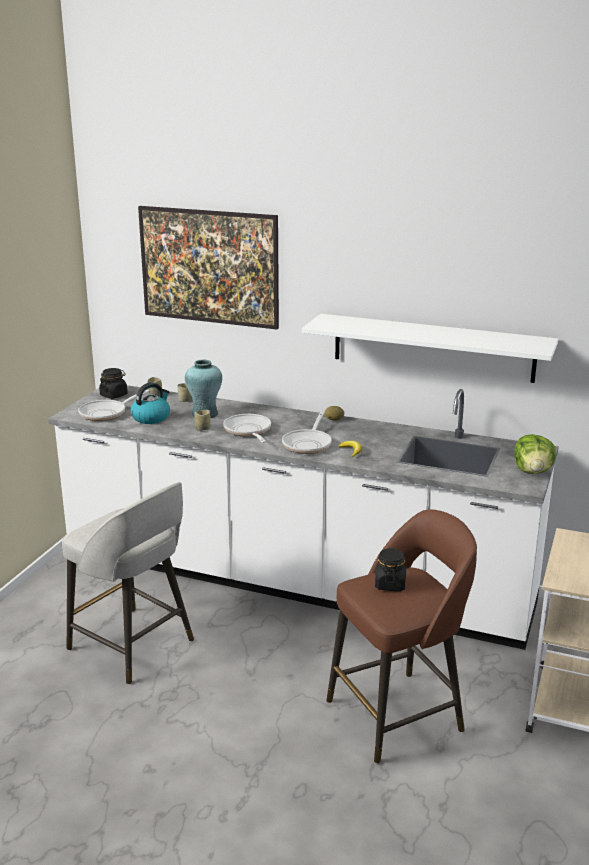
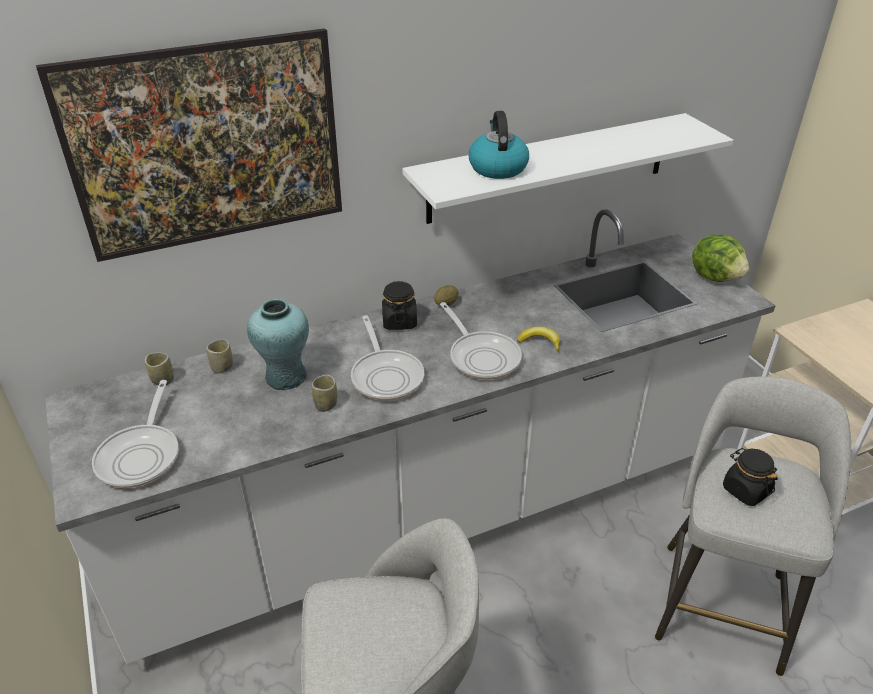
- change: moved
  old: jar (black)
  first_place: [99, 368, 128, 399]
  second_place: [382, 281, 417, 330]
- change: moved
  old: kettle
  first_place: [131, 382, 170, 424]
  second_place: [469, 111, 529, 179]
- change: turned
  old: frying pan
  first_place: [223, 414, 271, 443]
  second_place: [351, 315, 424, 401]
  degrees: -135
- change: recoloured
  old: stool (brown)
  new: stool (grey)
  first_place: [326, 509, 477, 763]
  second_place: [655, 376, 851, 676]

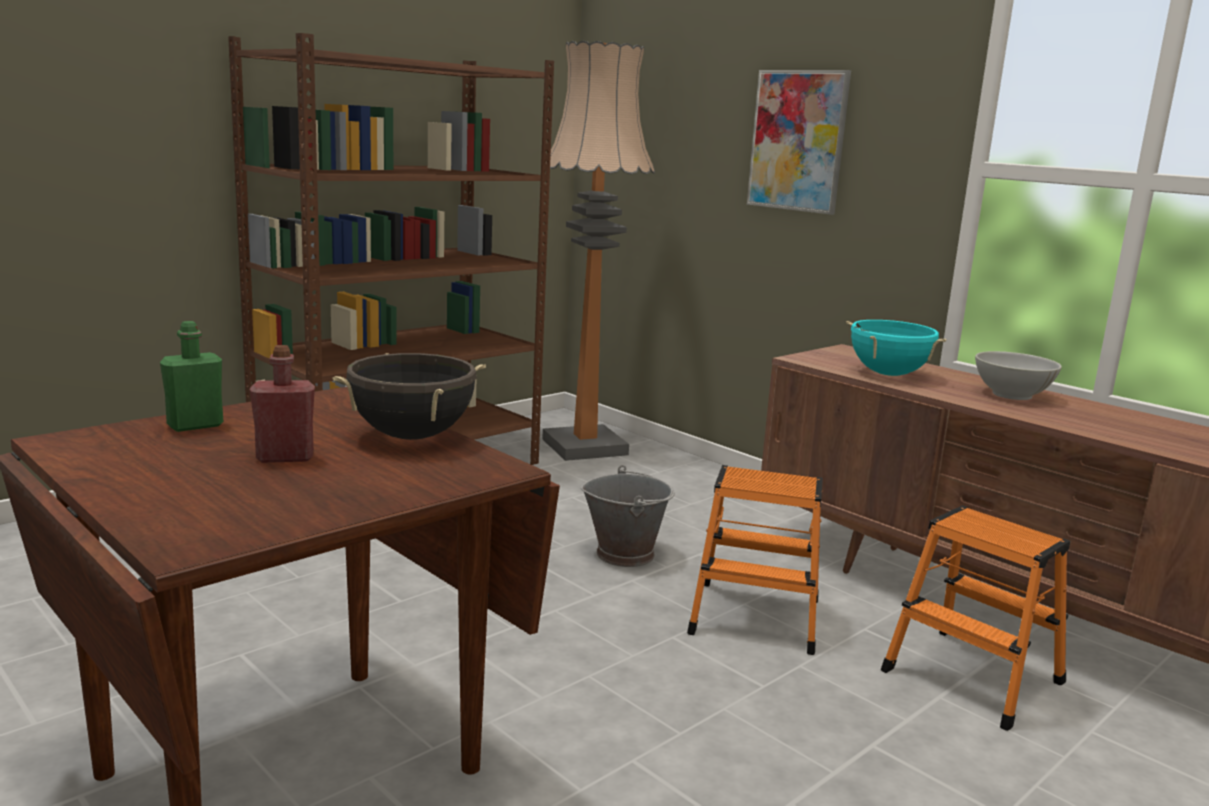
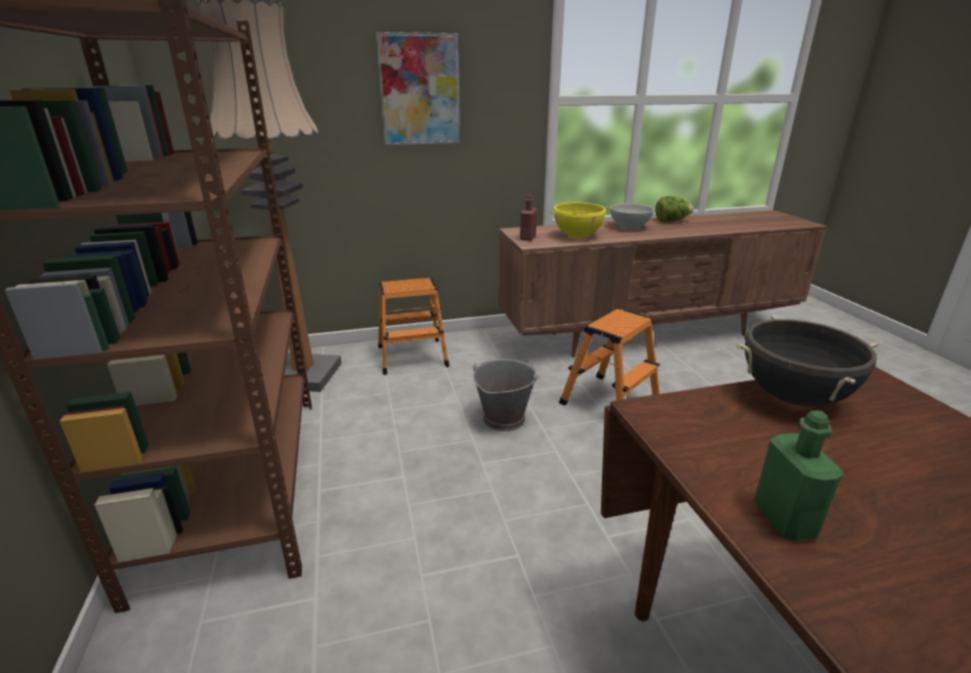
- change: moved
  old: bottle (red)
  first_place: [250, 345, 315, 463]
  second_place: [520, 194, 537, 241]
- change: recoloured
  old: cooking pot (turquoise)
  new: cooking pot (yellow)
  first_place: [846, 320, 946, 376]
  second_place: [551, 203, 608, 238]
- change: moved
  old: step ladder (orange)
  first_place: [881, 505, 1070, 731]
  second_place: [378, 277, 449, 375]
- change: added
  new: lettuce
  second_place: [655, 196, 694, 222]

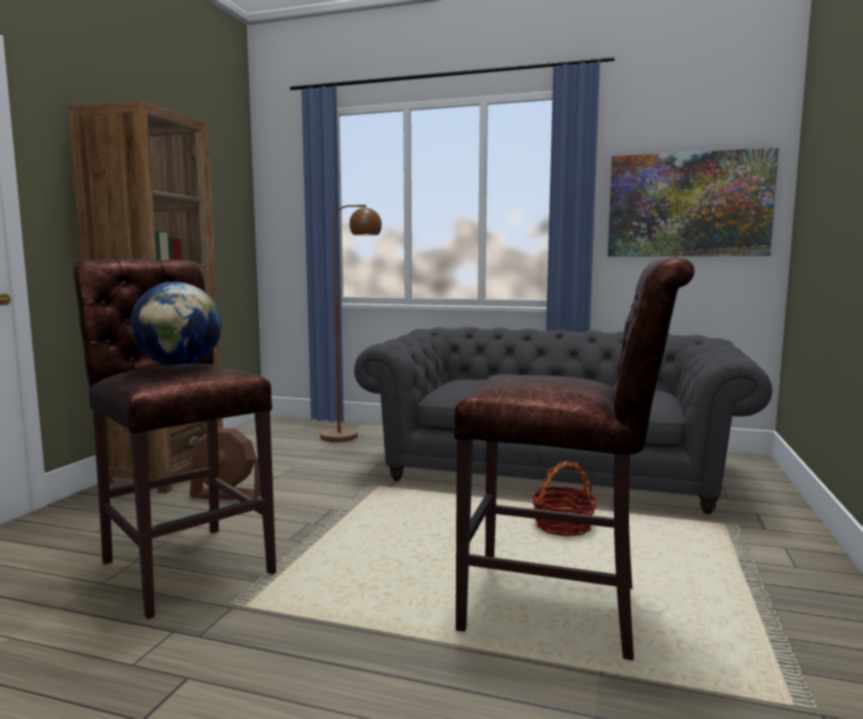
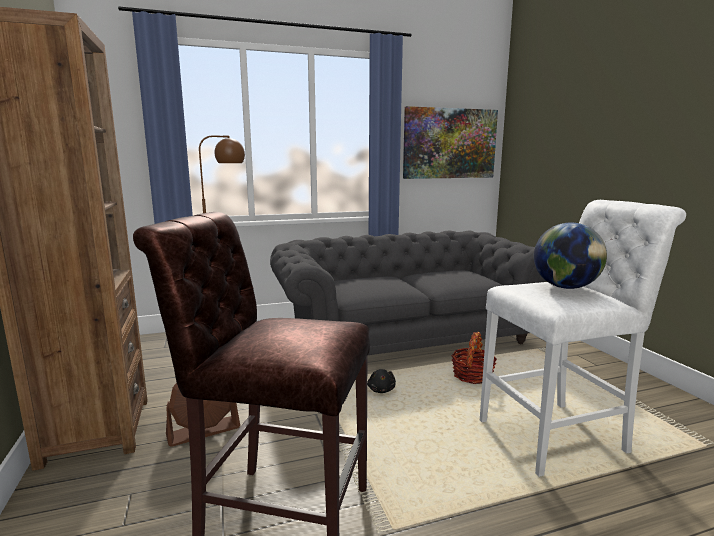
- change: moved
  old: globe
  first_place: [130, 282, 222, 367]
  second_place: [534, 223, 607, 289]
- change: recoloured
  old: stool (brown)
  new: stool (white)
  first_place: [454, 257, 695, 661]
  second_place: [480, 200, 686, 477]
- change: added
  new: plush toy (black)
  second_place: [367, 369, 396, 393]

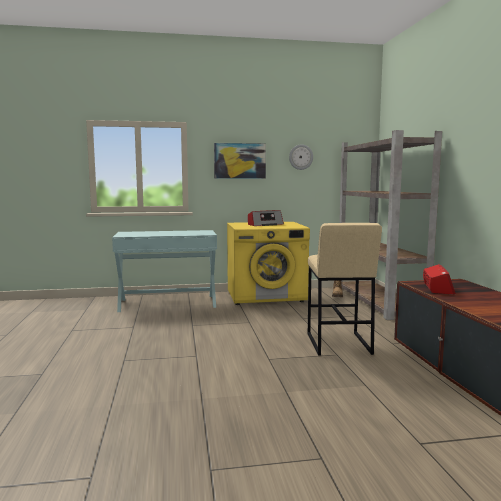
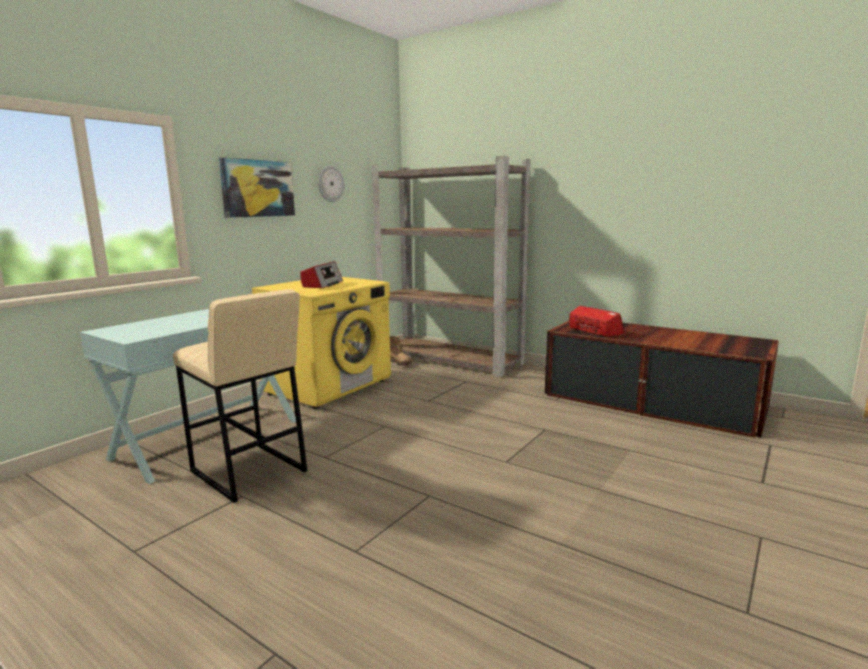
- change: moved
  old: stool (beige)
  first_place: [308, 223, 382, 356]
  second_place: [173, 289, 307, 503]

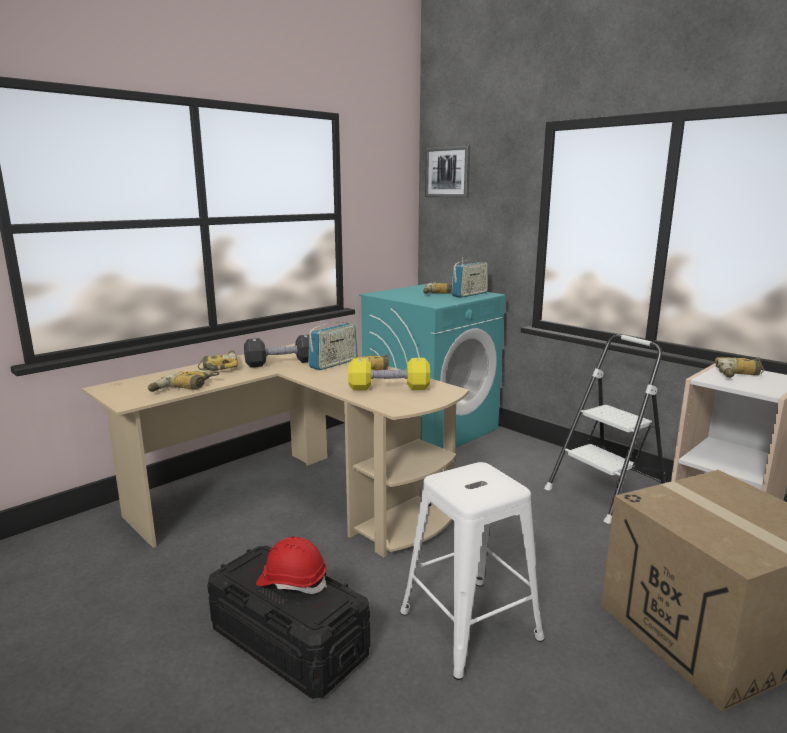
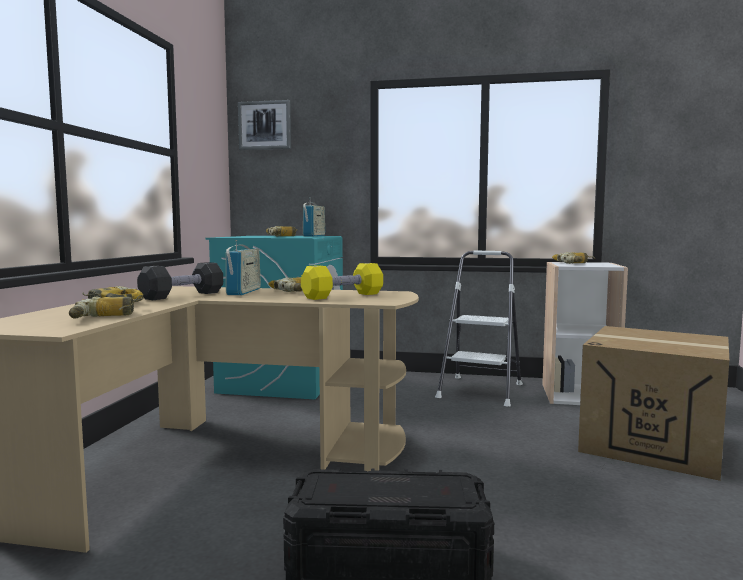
- change: removed
  old: hard hat (red)
  first_place: [256, 537, 327, 594]
- change: removed
  old: stool (white)
  first_place: [400, 462, 545, 680]

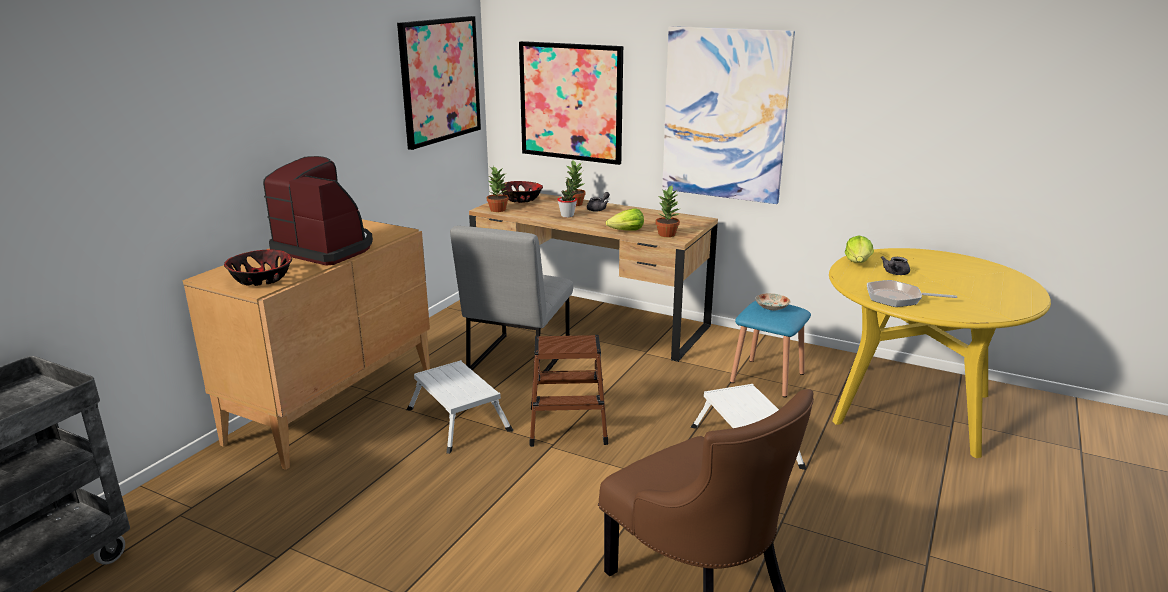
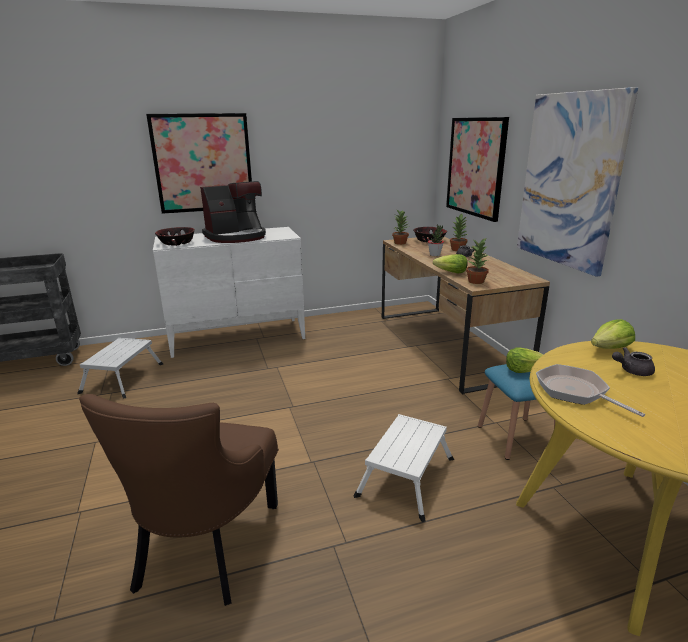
- change: recoloured
  old: cabinet (brown)
  new: cabinet (white)
  first_place: [183, 219, 430, 470]
  second_place: [153, 227, 305, 358]
- change: turned
  old: coffee machine
  first_place: [263, 156, 373, 266]
  second_place: [200, 181, 266, 243]
  degrees: 75
- change: moved
  old: picture
  first_place: [397, 16, 481, 150]
  second_place: [146, 113, 252, 214]
- change: moved
  old: step ladder (white)
  first_place: [407, 360, 513, 454]
  second_place: [77, 338, 164, 399]
- change: removed
  old: chair (grey)
  first_place: [450, 226, 573, 385]
- change: removed
  old: step ladder (brown)
  first_place: [529, 335, 608, 447]
- change: replaced
  old: plate
  new: lettuce
  first_place: [755, 293, 790, 310]
  second_place: [506, 347, 544, 373]

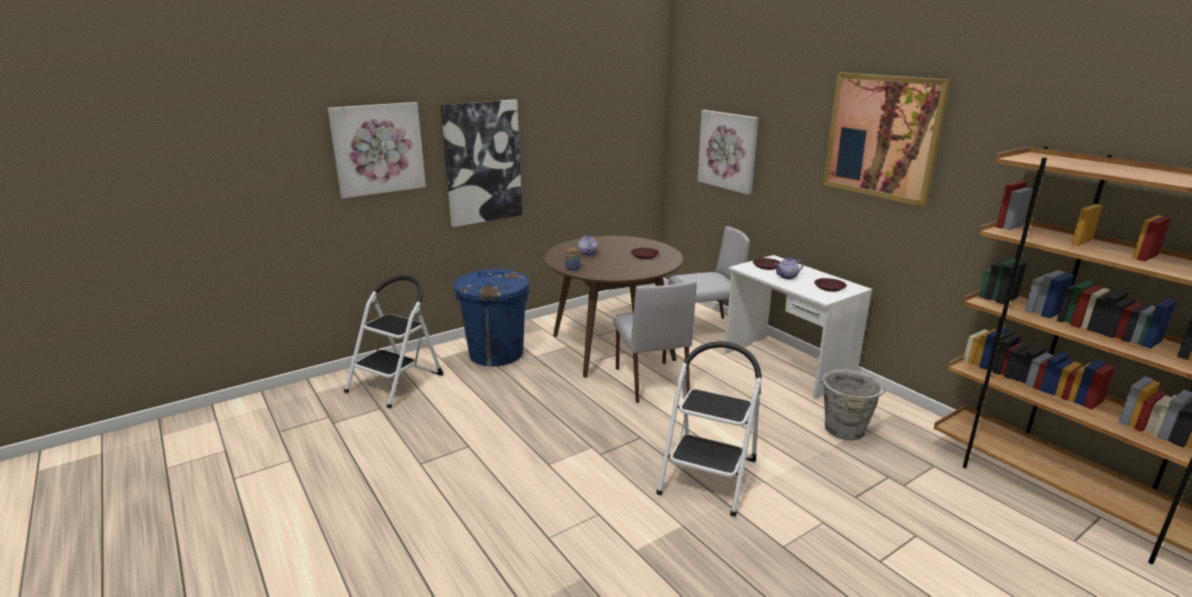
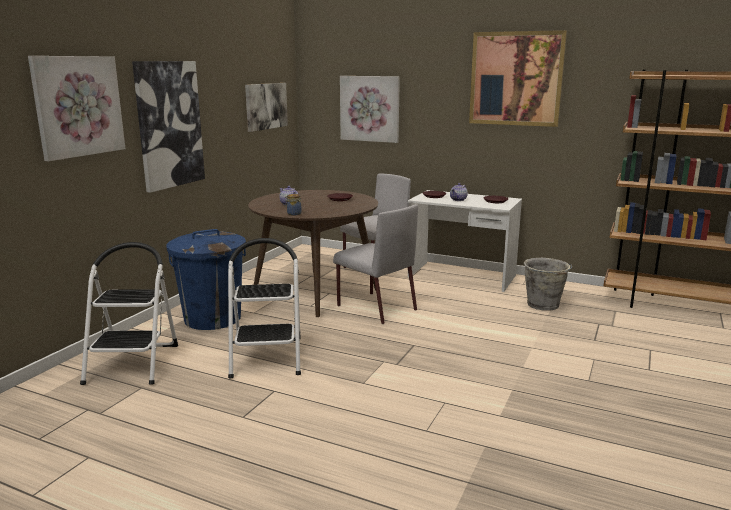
- change: moved
  old: step ladder
  first_place: [656, 341, 762, 516]
  second_place: [228, 238, 301, 378]
- change: added
  new: picture
  second_place: [245, 83, 288, 132]

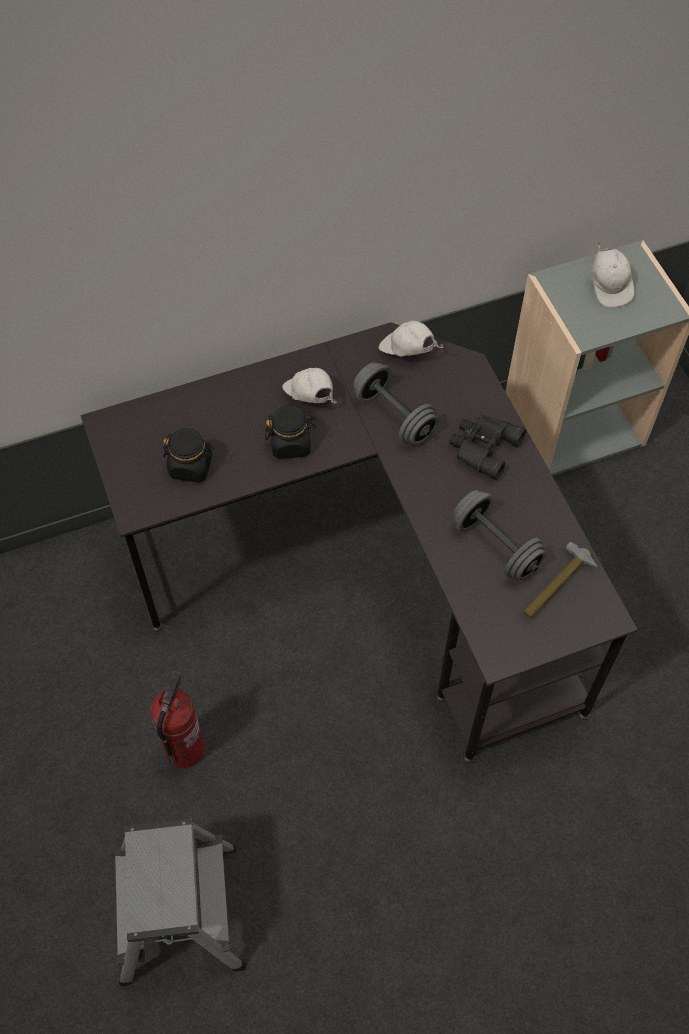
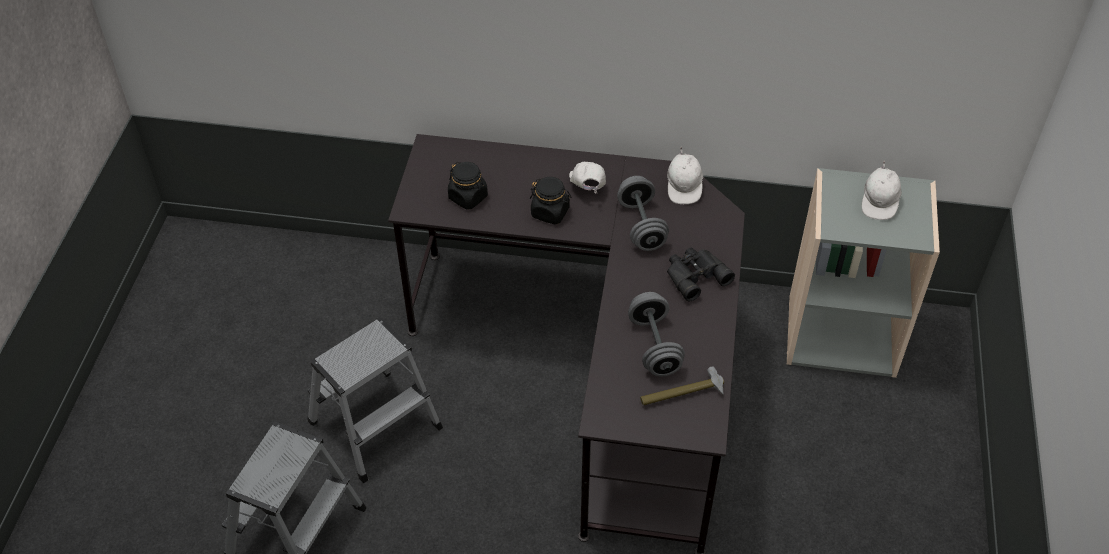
- change: replaced
  old: fire extinguisher
  new: step ladder (grey)
  first_place: [150, 671, 205, 768]
  second_place: [307, 316, 443, 483]
- change: turned
  old: cap (white)
  first_place: [379, 321, 444, 357]
  second_place: [667, 147, 703, 204]
  degrees: -150

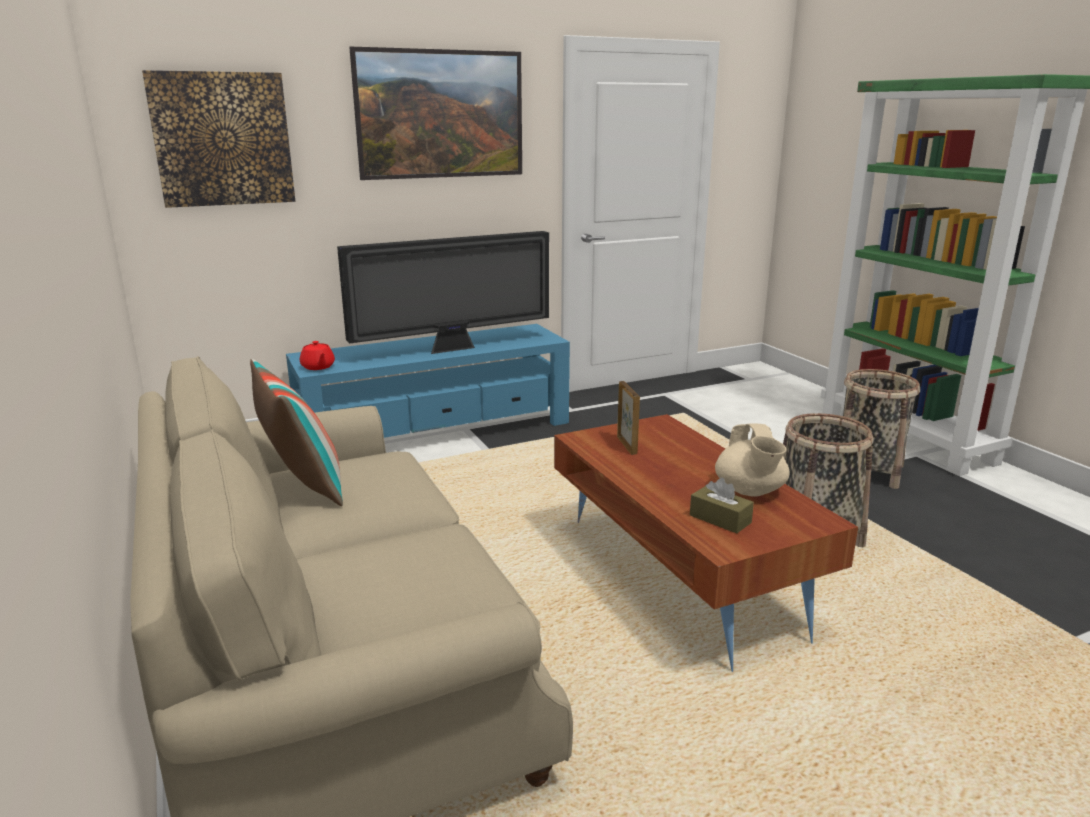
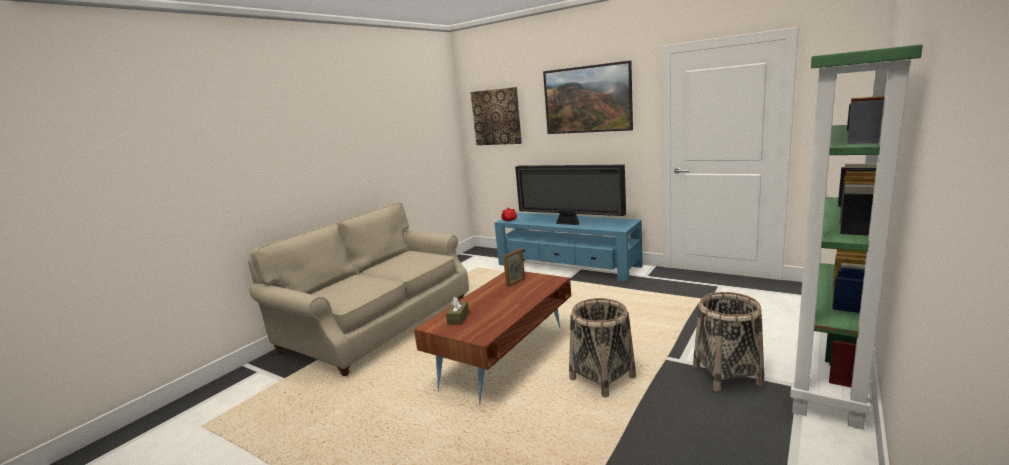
- change: removed
  old: pillow
  first_place: [250, 359, 343, 506]
- change: removed
  old: teapot (beige)
  first_place: [715, 424, 790, 497]

